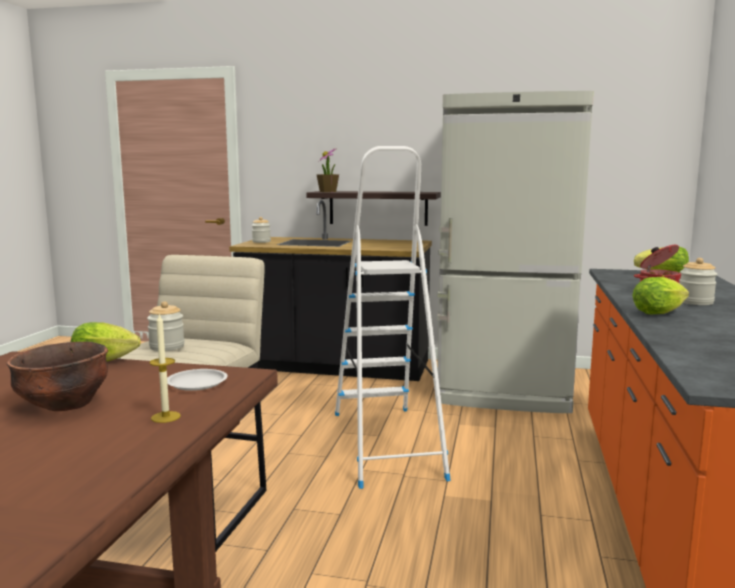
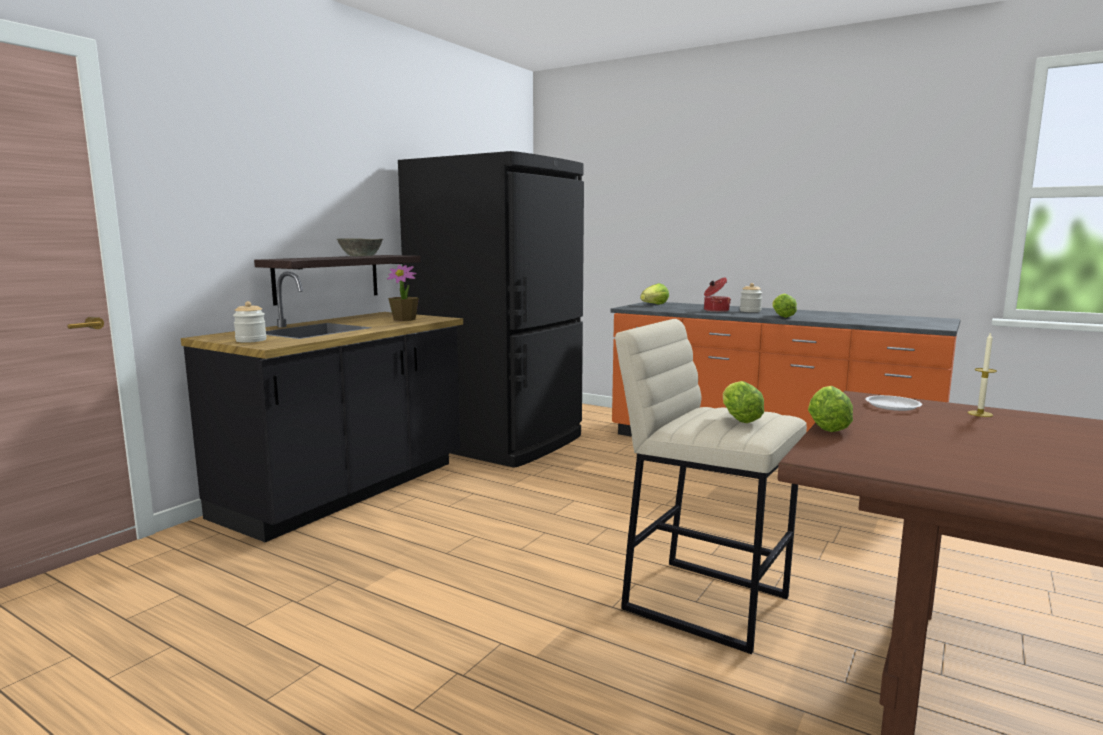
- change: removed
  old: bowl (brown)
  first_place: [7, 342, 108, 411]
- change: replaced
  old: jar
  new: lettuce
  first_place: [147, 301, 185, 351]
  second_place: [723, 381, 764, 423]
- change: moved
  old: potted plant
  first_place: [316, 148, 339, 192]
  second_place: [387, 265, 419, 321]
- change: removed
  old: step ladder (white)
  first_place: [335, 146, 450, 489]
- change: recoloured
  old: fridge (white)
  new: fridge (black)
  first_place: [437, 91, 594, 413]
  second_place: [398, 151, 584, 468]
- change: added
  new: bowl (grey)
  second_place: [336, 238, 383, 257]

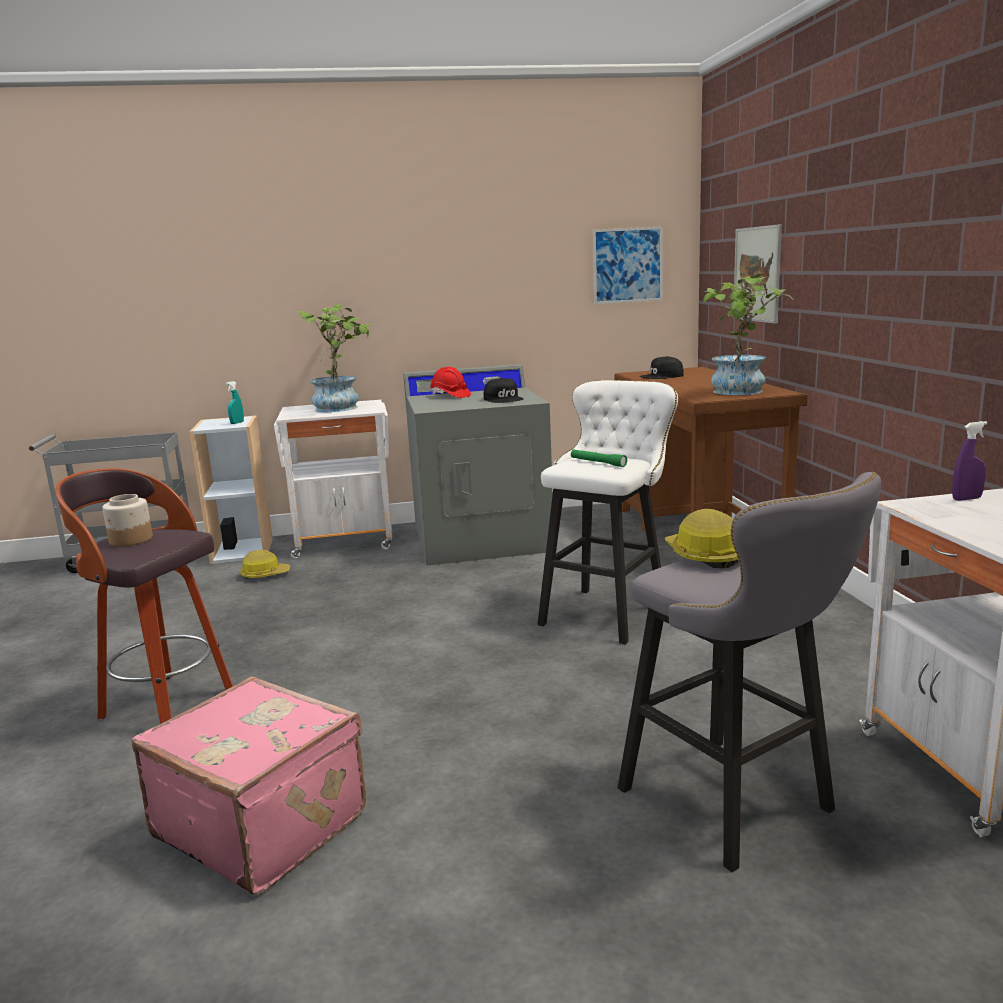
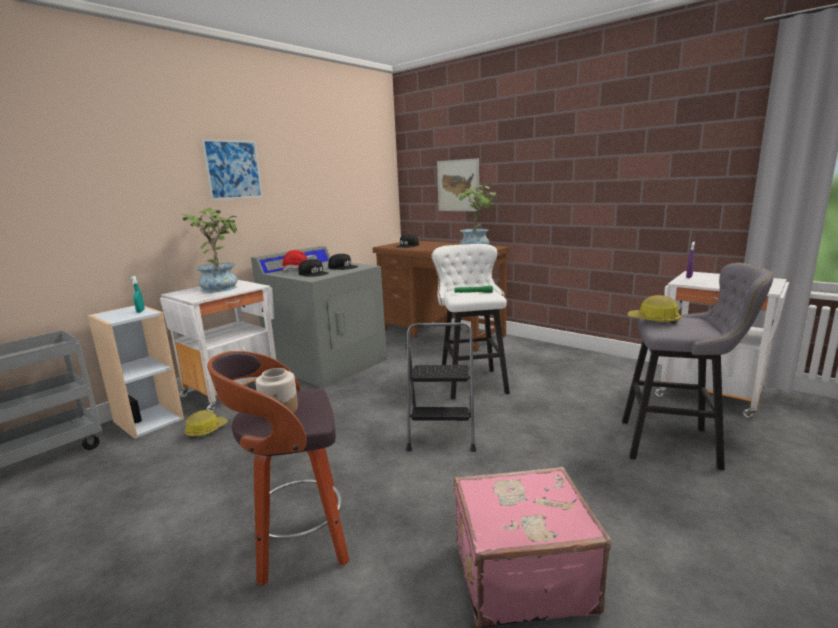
- change: moved
  old: picture
  first_place: [593, 226, 663, 304]
  second_place: [201, 139, 263, 201]
- change: added
  new: cap (black)
  second_place: [299, 259, 329, 277]
- change: added
  new: step ladder (black)
  second_place: [405, 322, 476, 452]

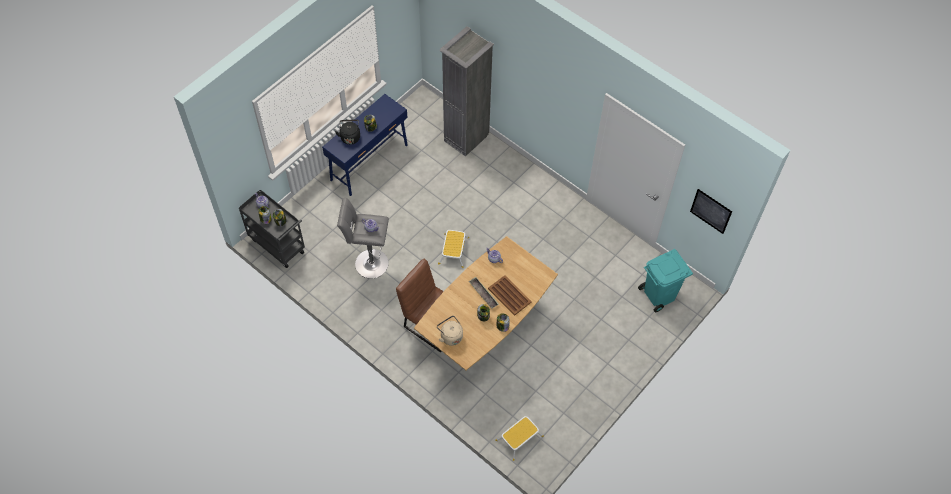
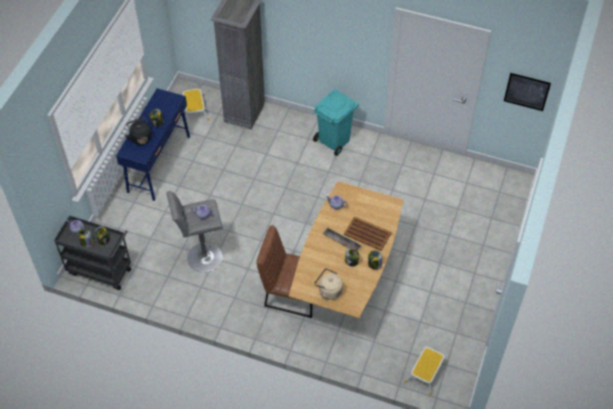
- change: moved
  old: step ladder (yellow)
  first_place: [438, 230, 469, 268]
  second_place: [183, 89, 210, 122]
- change: moved
  old: trash can (turquoise)
  first_place: [638, 249, 693, 312]
  second_place: [313, 89, 359, 156]

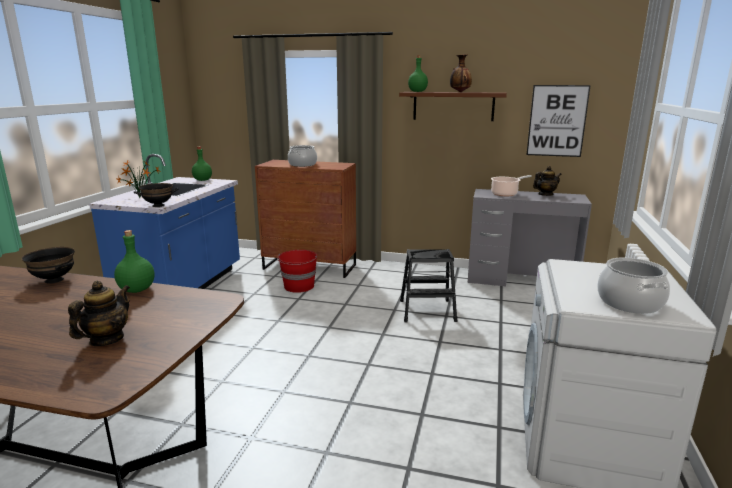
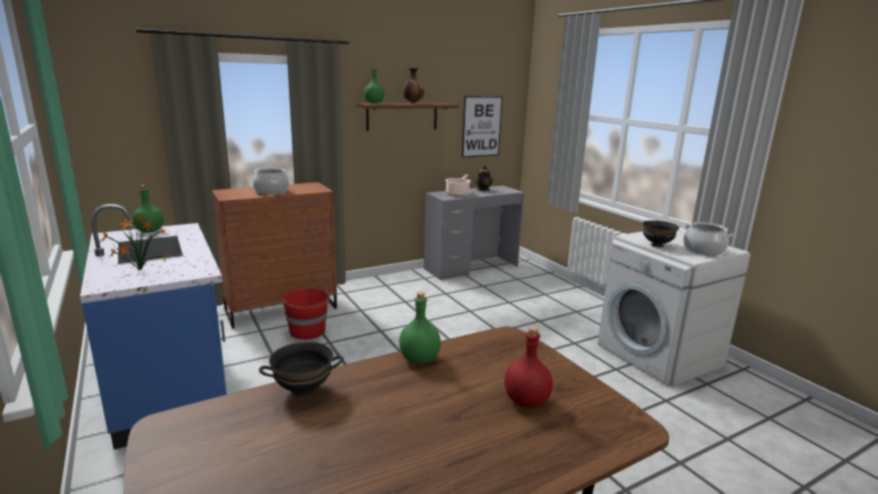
- change: replaced
  old: teapot
  new: bottle (red)
  first_place: [68, 281, 130, 346]
  second_place: [504, 326, 553, 408]
- change: moved
  old: bowl (black)
  first_place: [133, 183, 179, 207]
  second_place: [642, 220, 679, 247]
- change: removed
  old: step ladder (black)
  first_place: [400, 249, 457, 323]

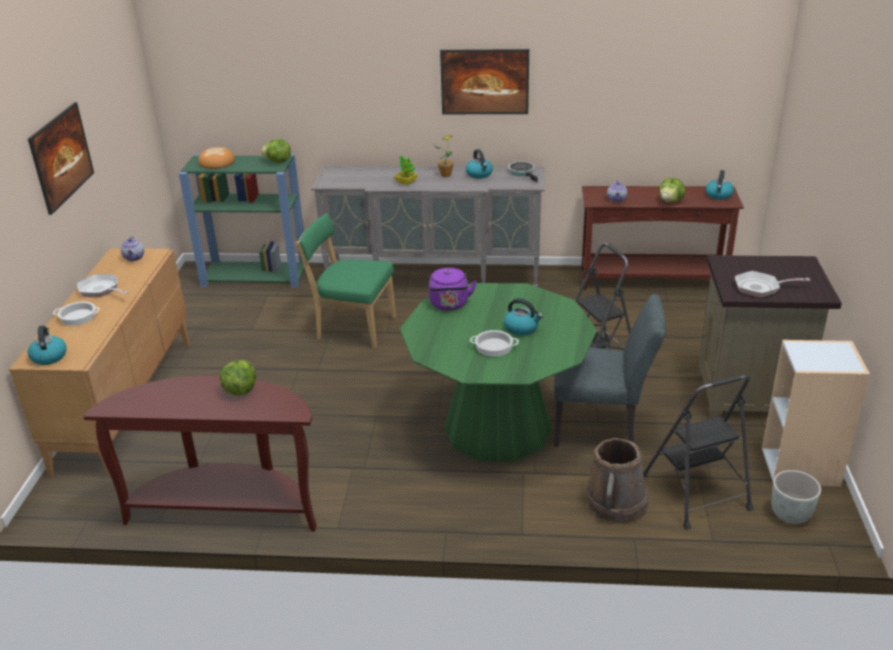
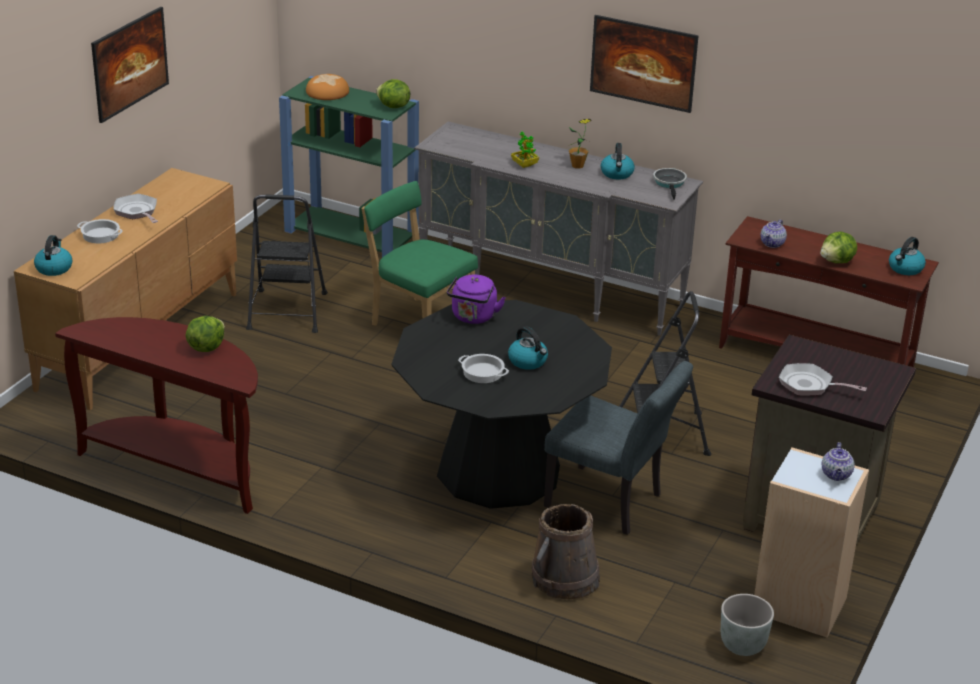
- change: moved
  old: teapot
  first_place: [121, 236, 144, 261]
  second_place: [822, 442, 855, 481]
- change: recoloured
  old: dining table (green)
  new: dining table (black)
  first_place: [400, 283, 597, 462]
  second_place: [391, 300, 612, 509]
- change: moved
  old: step ladder (black)
  first_place: [643, 375, 754, 530]
  second_place: [246, 194, 328, 333]

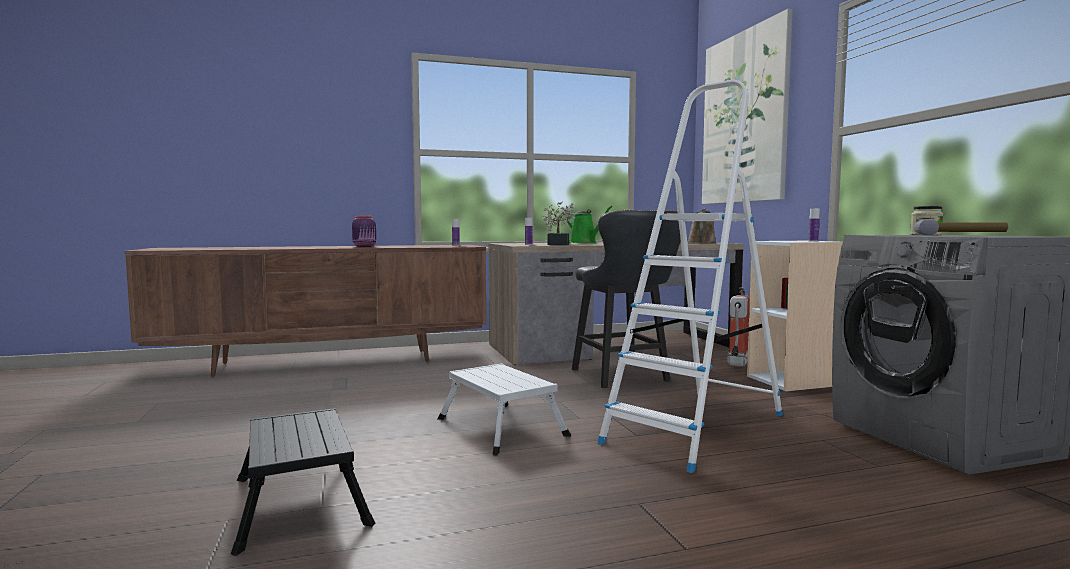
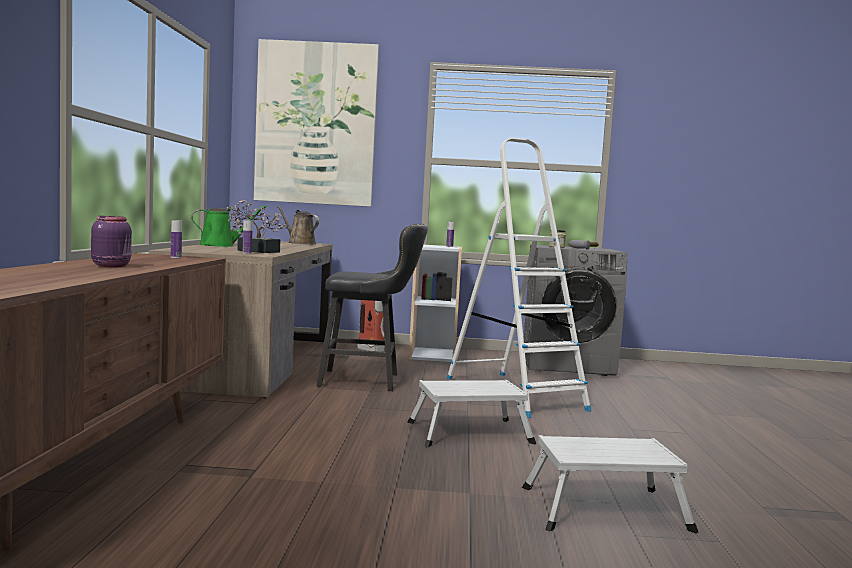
- change: recoloured
  old: step ladder (black)
  new: step ladder (white)
  first_place: [231, 408, 376, 556]
  second_place: [522, 435, 698, 534]

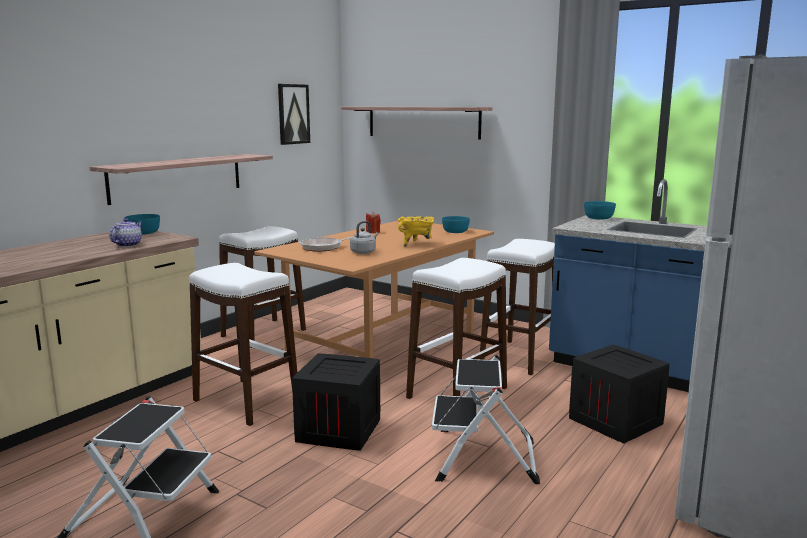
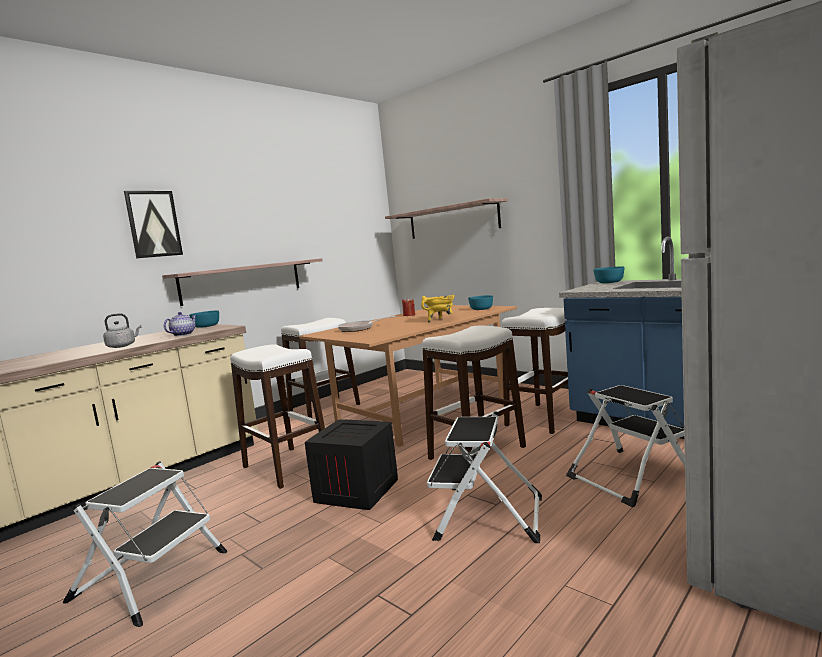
- change: moved
  old: picture
  first_place: [278, 84, 310, 145]
  second_place: [124, 191, 183, 258]
- change: moved
  old: kettle (grey)
  first_place: [350, 221, 378, 254]
  second_place: [103, 313, 142, 348]
- change: replaced
  old: crate
  new: step ladder
  first_place: [569, 345, 670, 443]
  second_place: [566, 385, 685, 507]

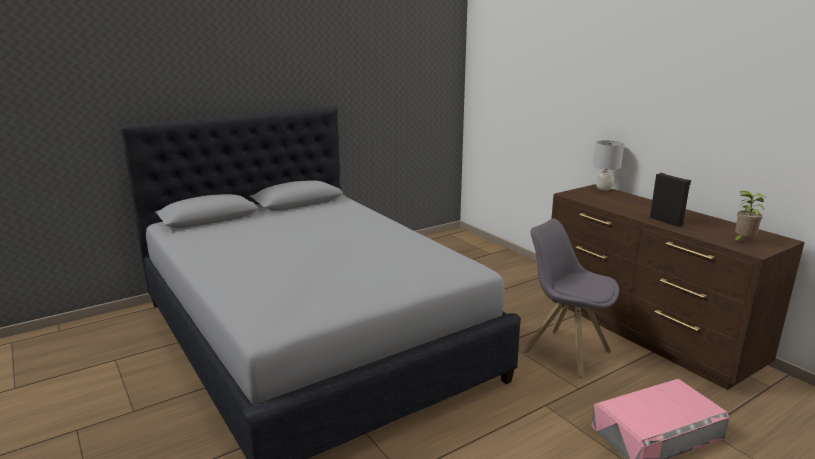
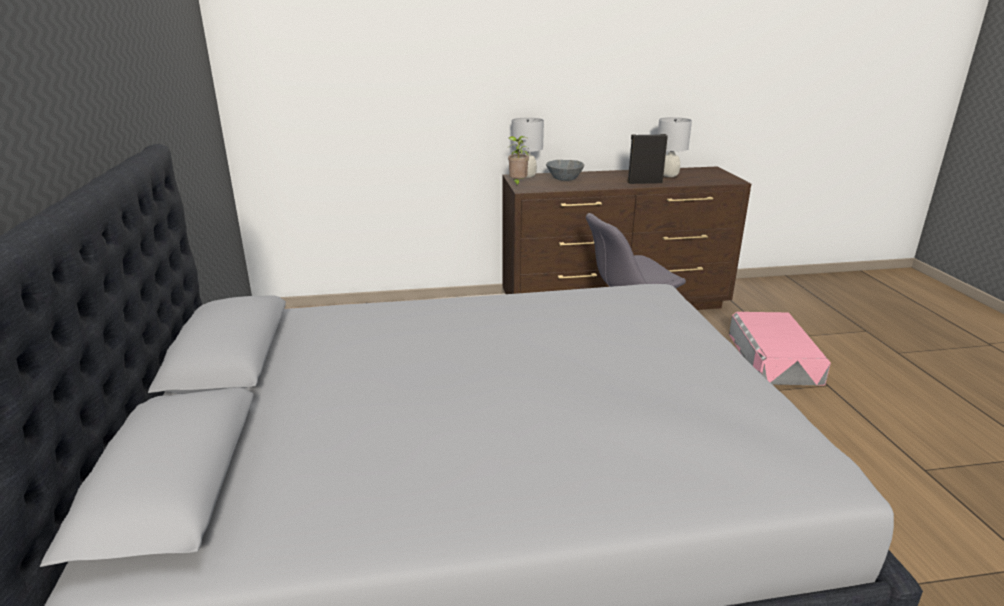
- change: moved
  old: potted plant
  first_place: [733, 191, 765, 242]
  second_place: [508, 136, 529, 187]
- change: added
  new: bowl (grey)
  second_place: [546, 160, 585, 181]
- change: added
  new: table lamp (grey)
  second_place: [658, 117, 692, 177]

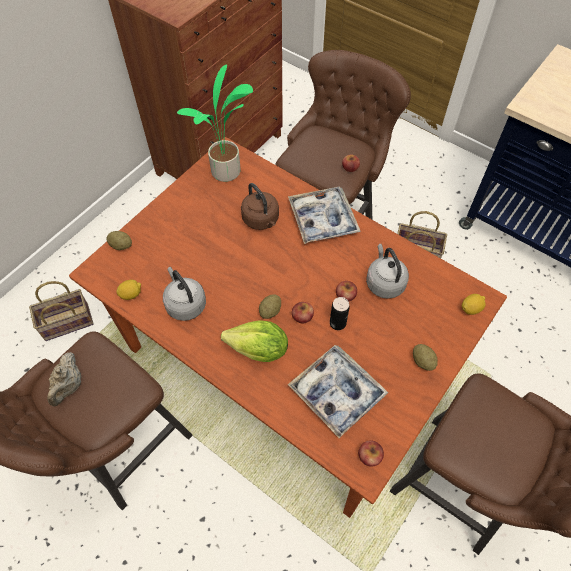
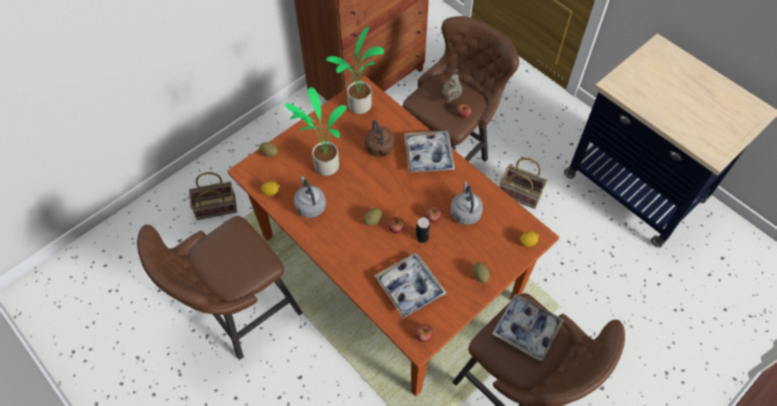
- change: moved
  old: teapot (beige)
  first_place: [47, 352, 81, 406]
  second_place: [442, 74, 462, 103]
- change: removed
  old: lettuce
  first_place: [221, 320, 288, 362]
- change: added
  new: potted plant
  second_place: [285, 87, 347, 176]
- change: added
  new: tray
  second_place: [492, 294, 564, 361]

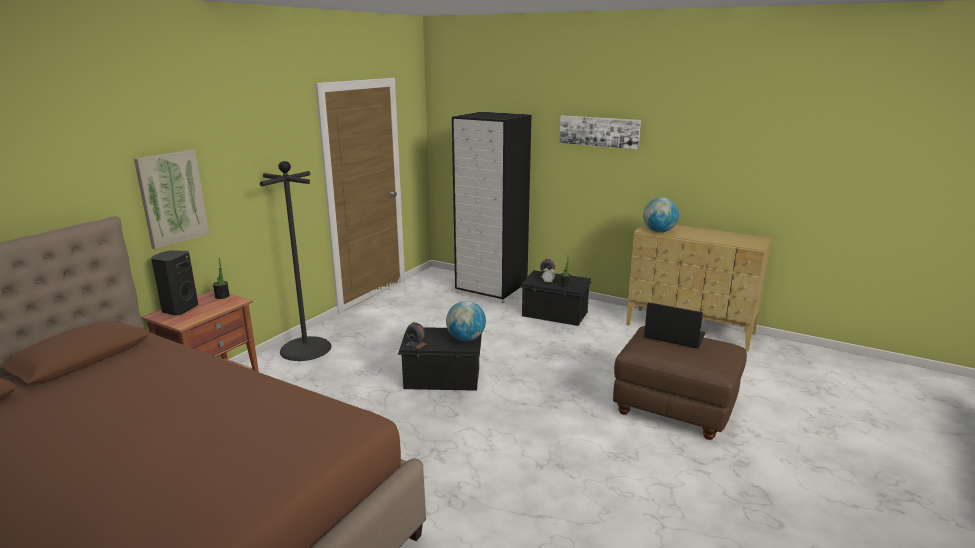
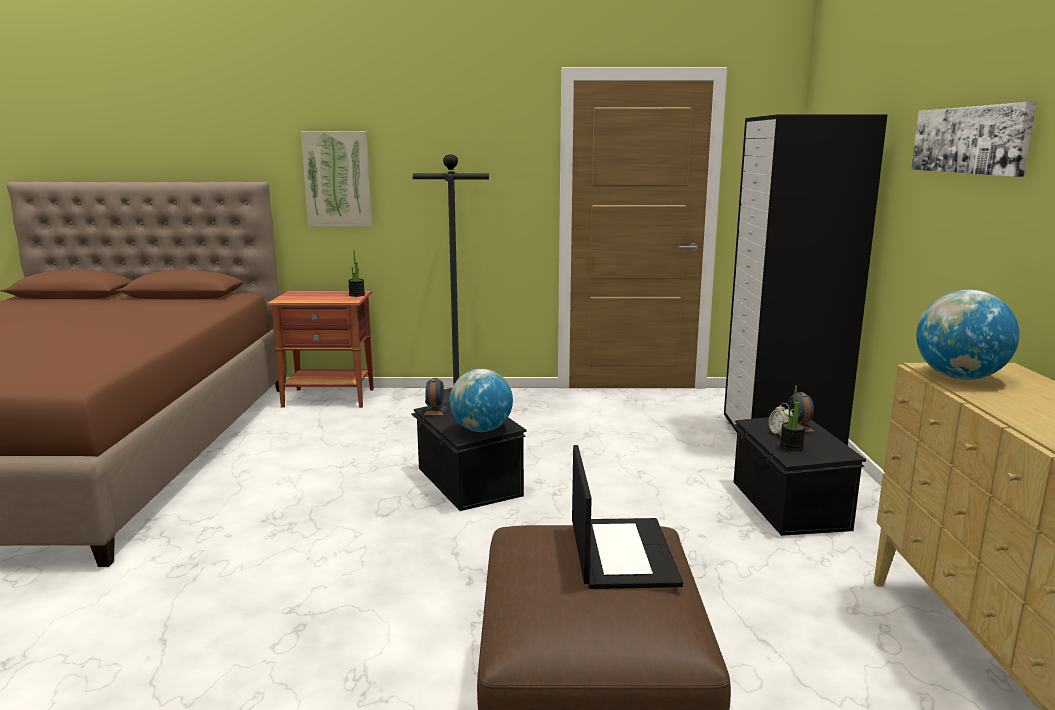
- change: removed
  old: speaker (black)
  first_place: [151, 250, 198, 315]

